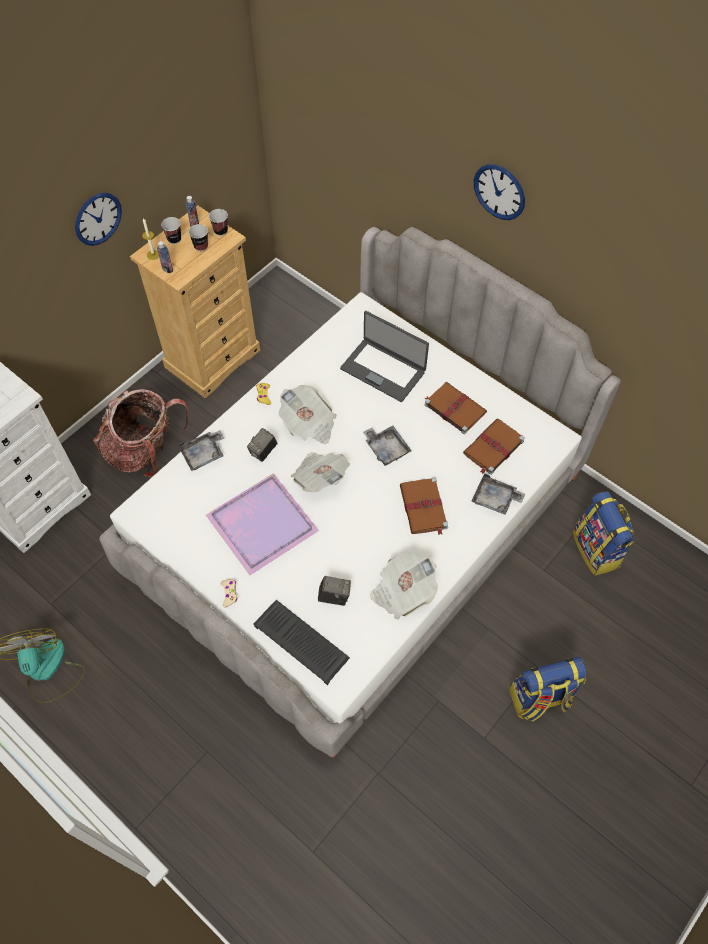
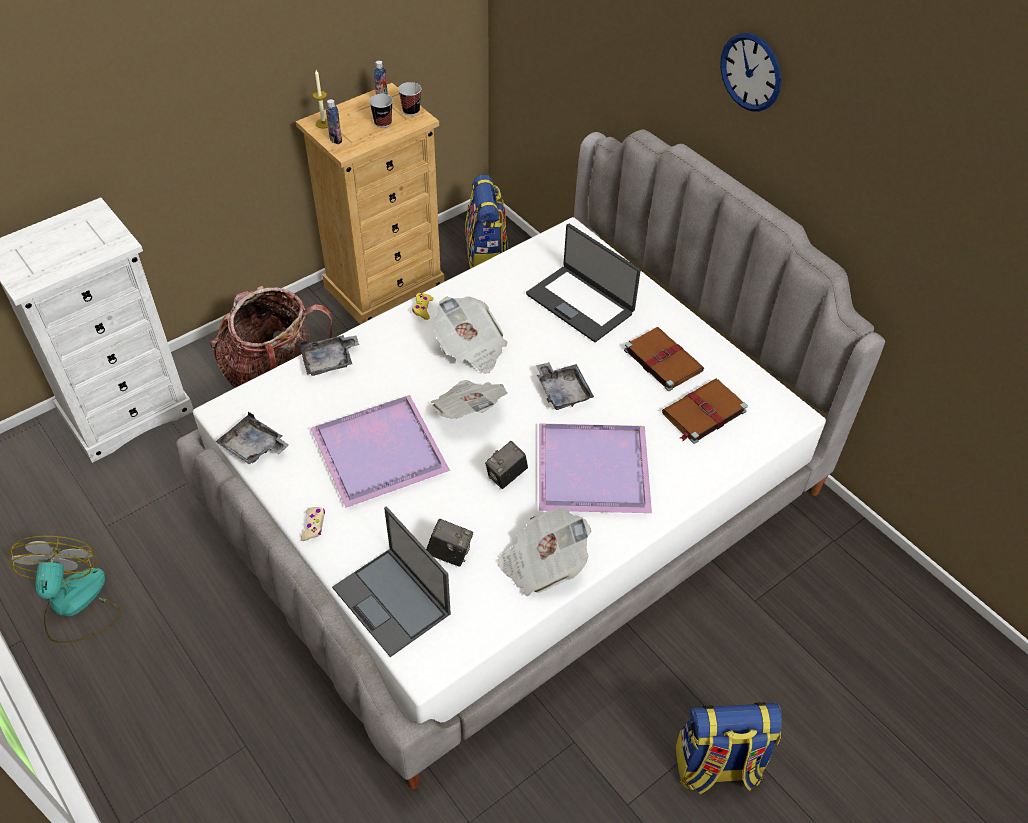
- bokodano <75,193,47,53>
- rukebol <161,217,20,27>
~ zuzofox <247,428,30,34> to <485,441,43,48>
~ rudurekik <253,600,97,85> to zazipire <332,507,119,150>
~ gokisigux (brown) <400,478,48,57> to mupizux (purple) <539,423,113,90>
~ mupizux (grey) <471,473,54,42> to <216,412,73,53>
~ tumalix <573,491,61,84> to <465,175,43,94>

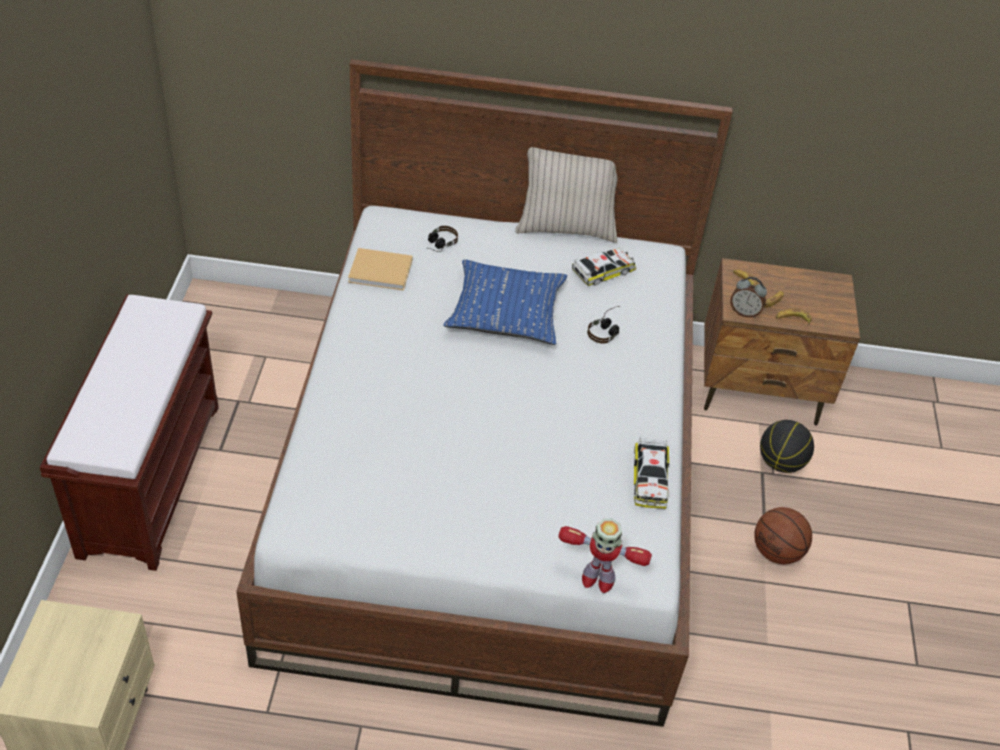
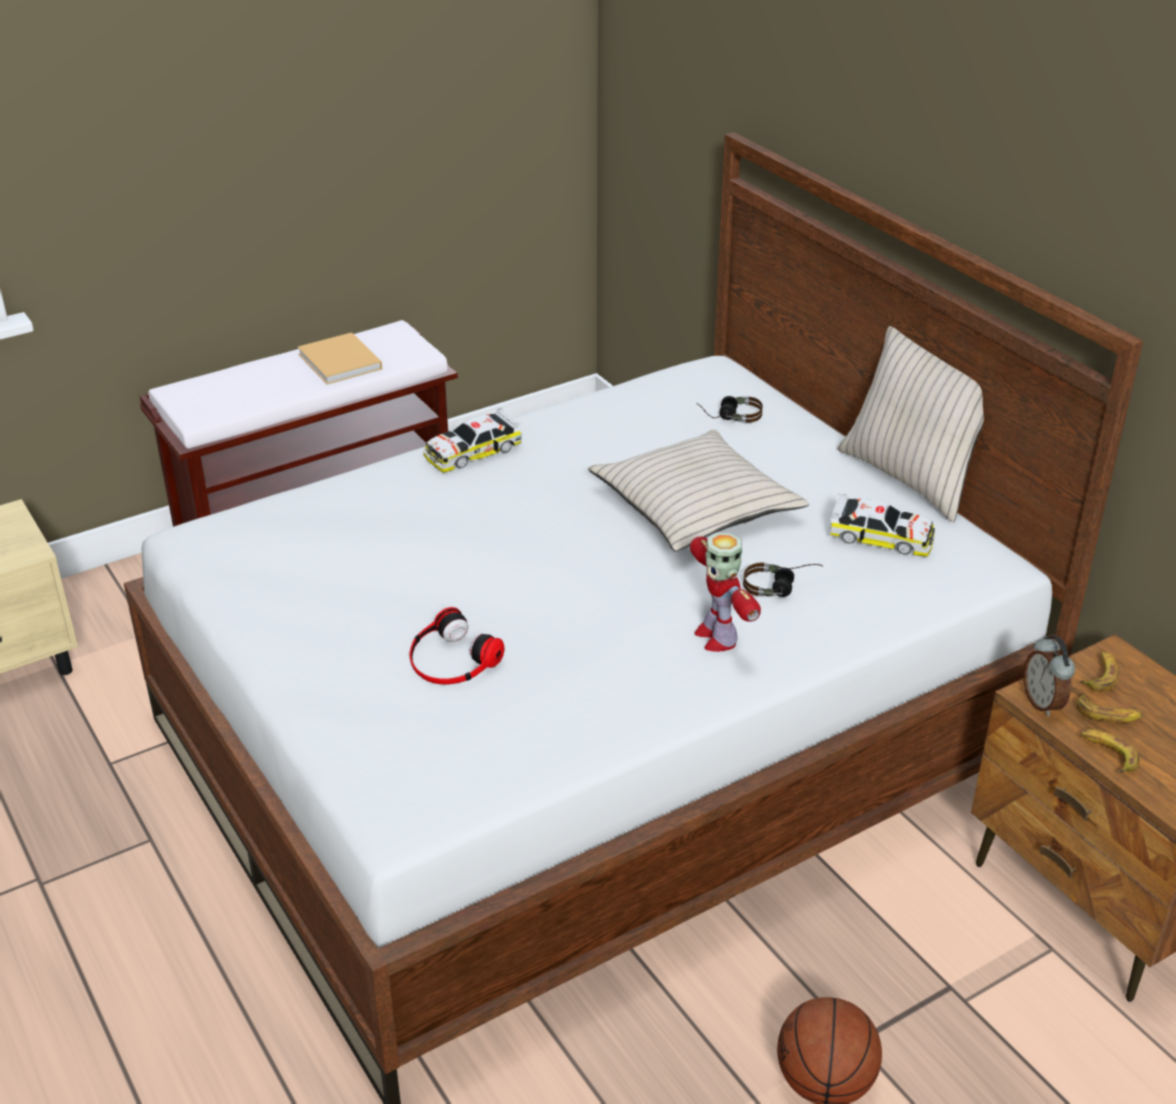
~ gokisigux (beige) <348,248,65,43> to <298,332,84,53>
~ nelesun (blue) <443,259,124,86> to nelesun (beige) <588,430,221,121>
~ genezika <558,519,94,74> to <690,533,71,119>
~ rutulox <634,438,35,71> to <423,408,98,65>
- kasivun <760,420,54,53>
+ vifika <410,607,95,77>

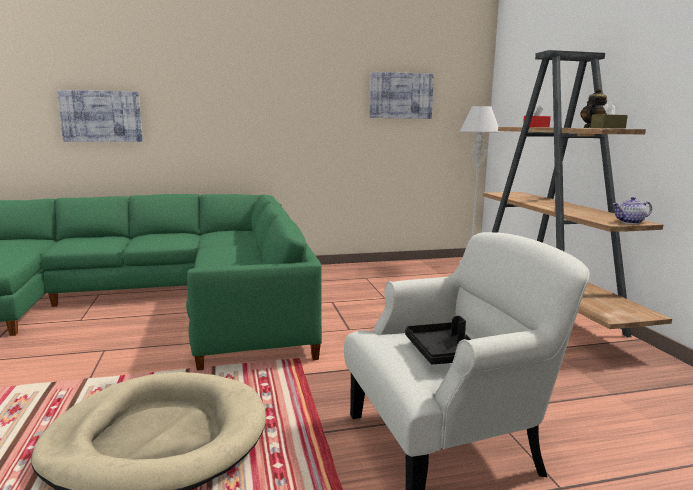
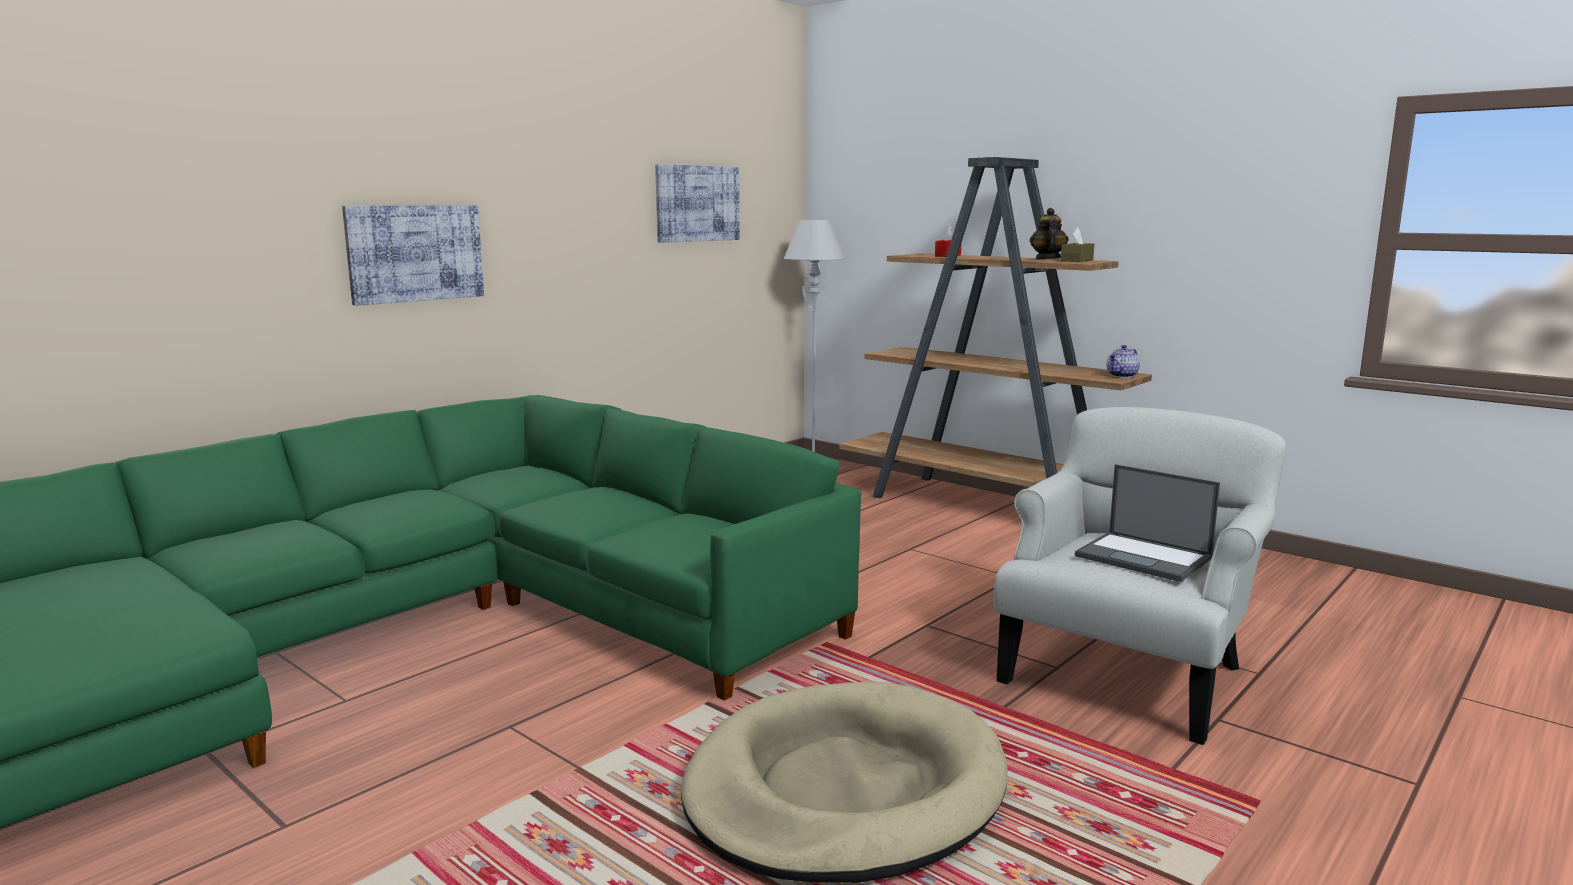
~ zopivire <57,90,86,52> to <342,205,142,101>
~ mupizux (black) <405,316,66,48> to zazipire <1075,464,145,118>

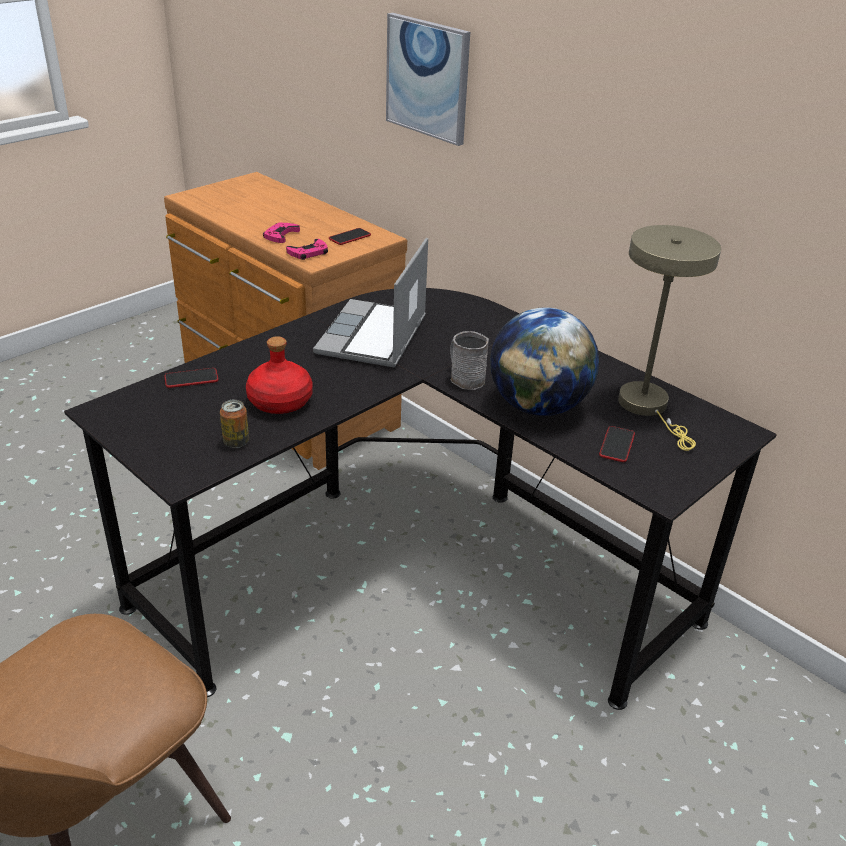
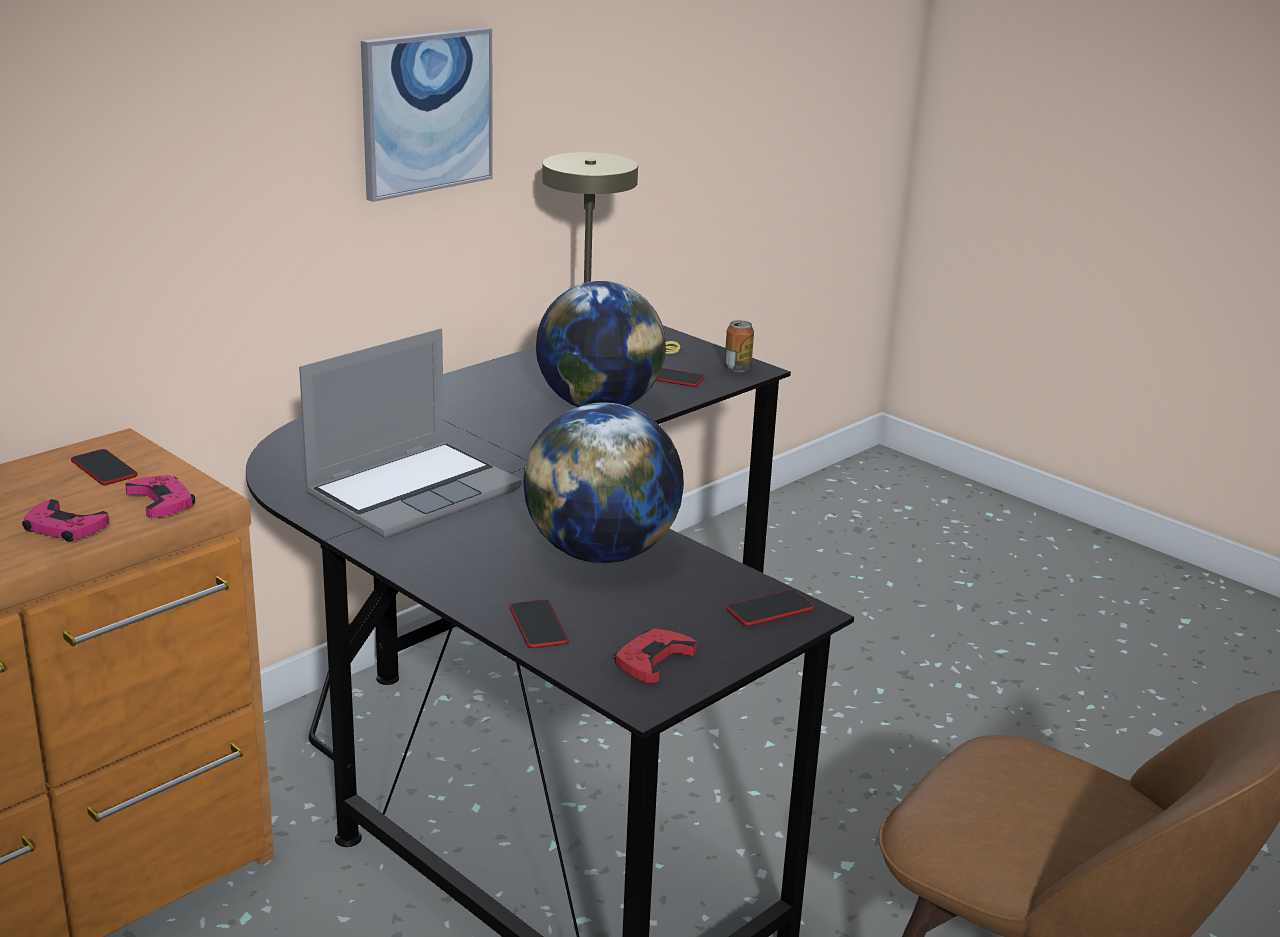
~ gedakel <220,400,29,48> to <724,320,30,52>
~ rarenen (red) <246,336,67,78> to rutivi <523,403,161,160>
~ zazipire <313,238,115,129> = <299,329,223,210> 60 degrees counterclockwise
~ zopivire <386,13,84,133> to <361,27,132,175>
- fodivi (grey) <450,331,39,59>
+ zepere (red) <614,629,82,54>
+ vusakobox <726,589,88,37>

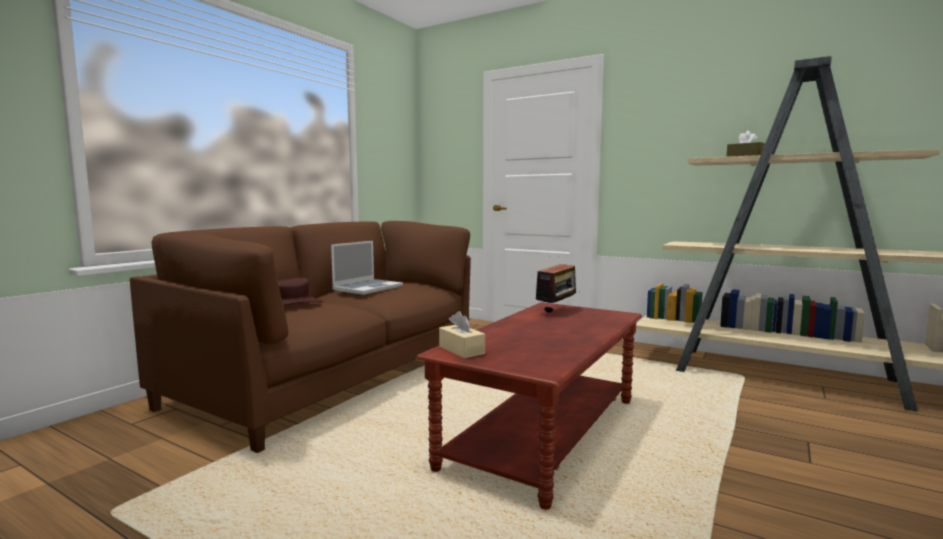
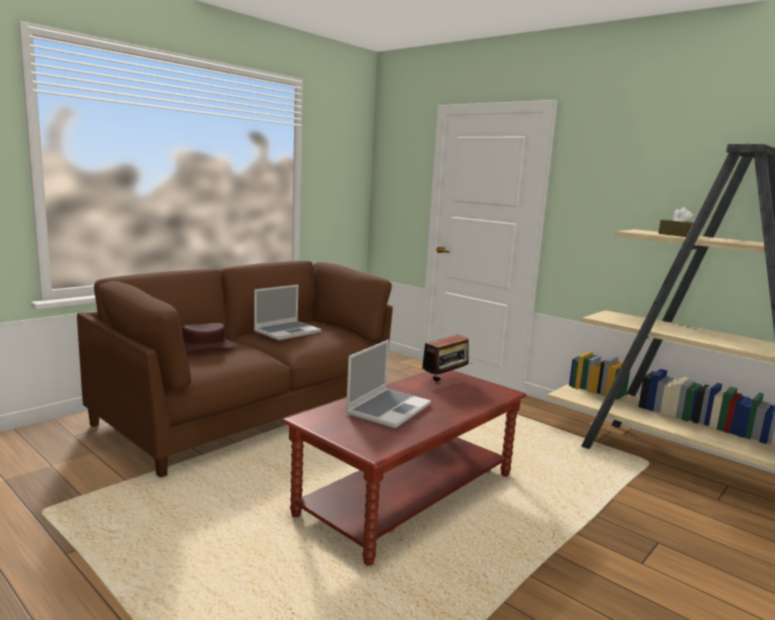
- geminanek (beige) <439,311,46,47>
+ zazipire <346,340,85,88>

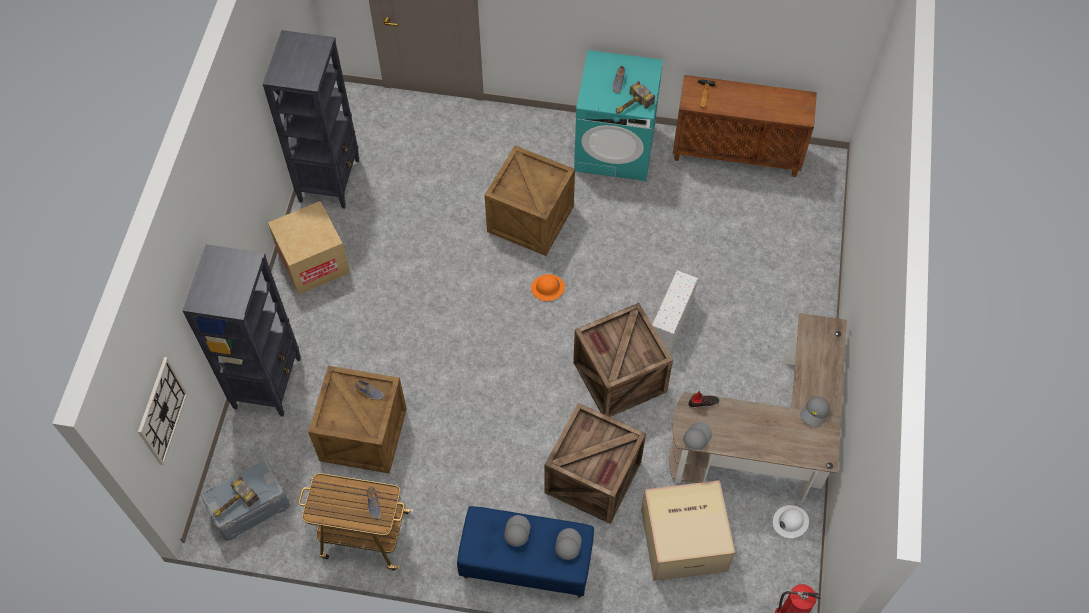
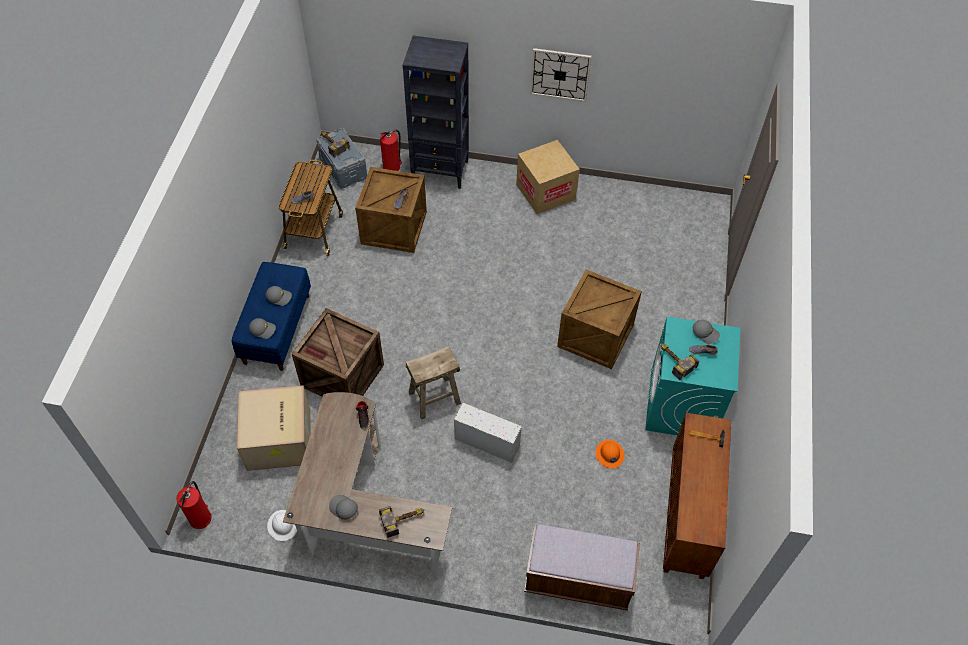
~ bokodano <138,357,50,108> to <530,48,62,54>
- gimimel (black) <263,30,97,179>
~ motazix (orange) <531,274,34,27> to <595,440,30,29>
~ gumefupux <573,303,100,114> to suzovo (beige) <406,346,55,73>
~ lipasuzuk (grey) <683,422,29,28> to <693,320,27,24>
+ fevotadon <379,130,23,41>
+ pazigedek <379,506,45,32>
+ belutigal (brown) <524,524,116,87>

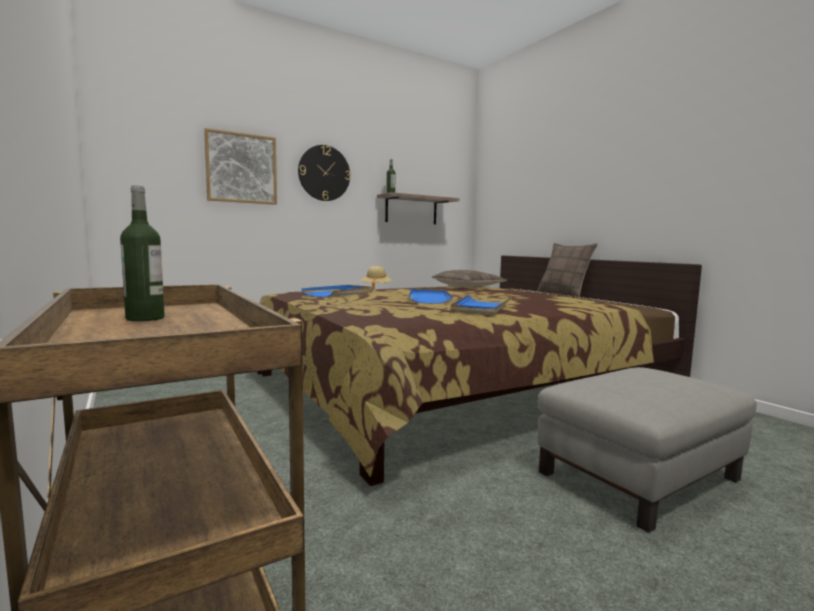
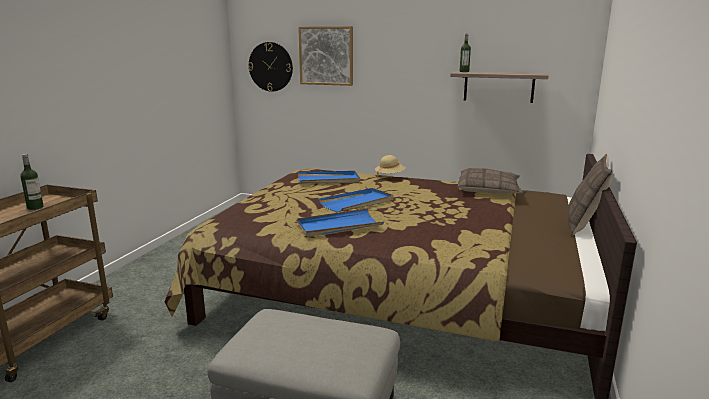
~ bokodano <298,145,53,56> to <248,42,45,50>

